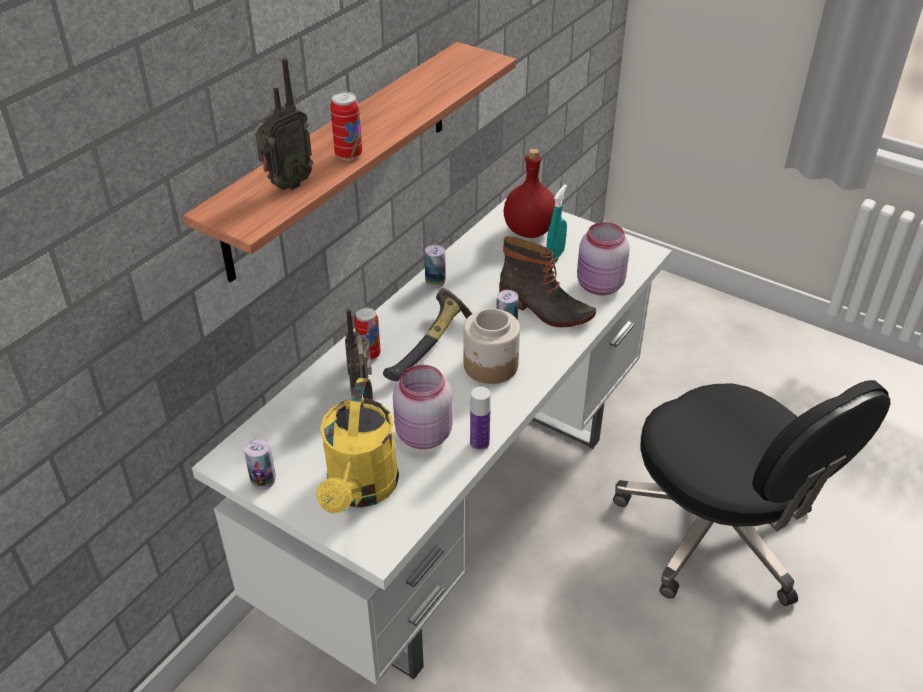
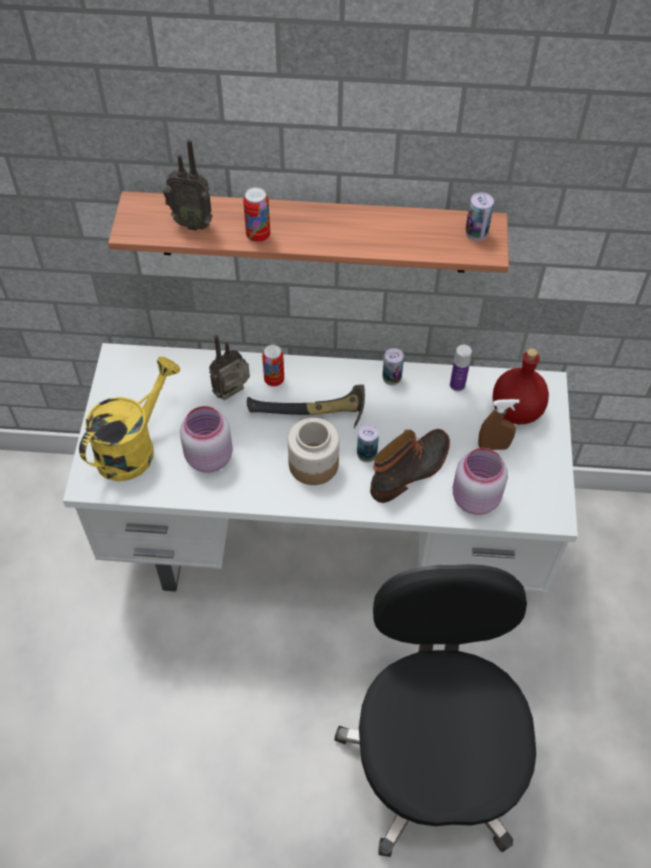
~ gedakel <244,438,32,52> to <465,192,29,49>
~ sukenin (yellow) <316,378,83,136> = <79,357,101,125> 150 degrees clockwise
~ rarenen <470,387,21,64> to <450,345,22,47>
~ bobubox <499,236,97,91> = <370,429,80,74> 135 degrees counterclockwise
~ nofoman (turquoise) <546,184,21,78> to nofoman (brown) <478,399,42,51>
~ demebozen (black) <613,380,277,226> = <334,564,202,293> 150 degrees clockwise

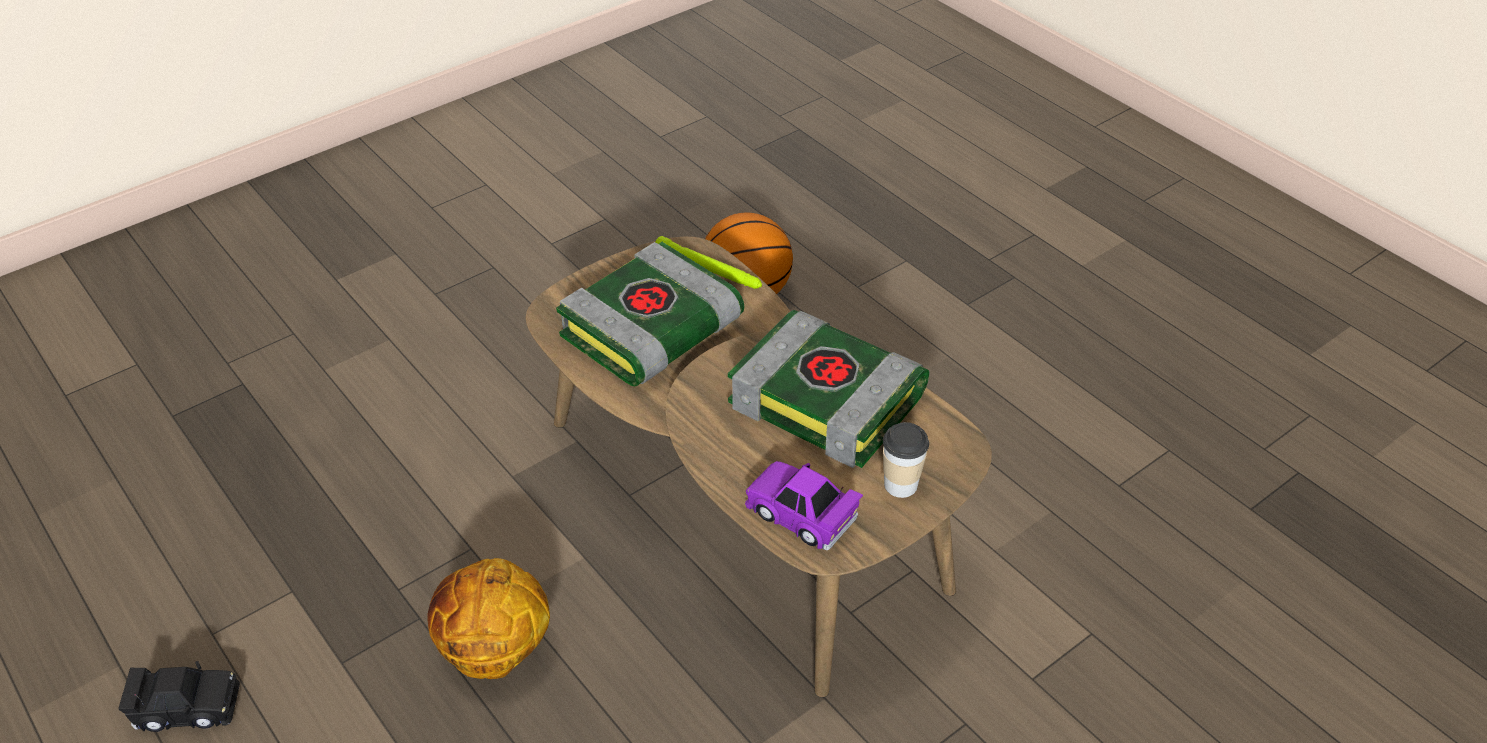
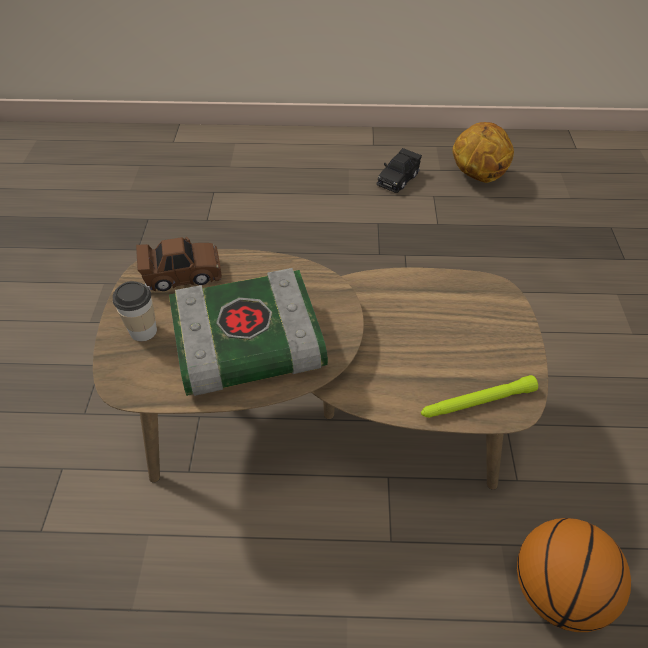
~ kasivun <428,558,122,121> to <453,122,61,61>
- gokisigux <556,242,188,144>
~ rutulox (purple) <745,461,118,89> to rutulox (brown) <136,237,86,54>

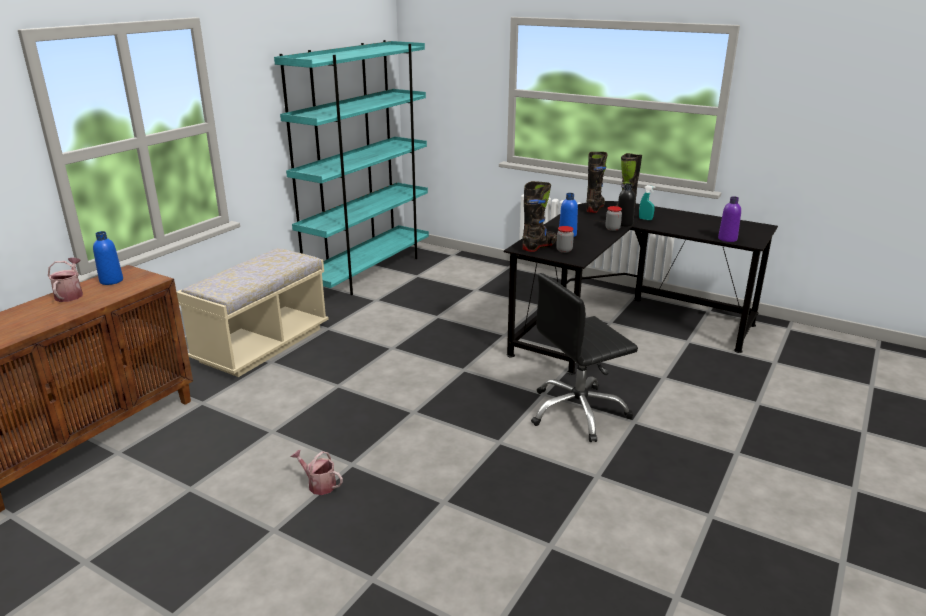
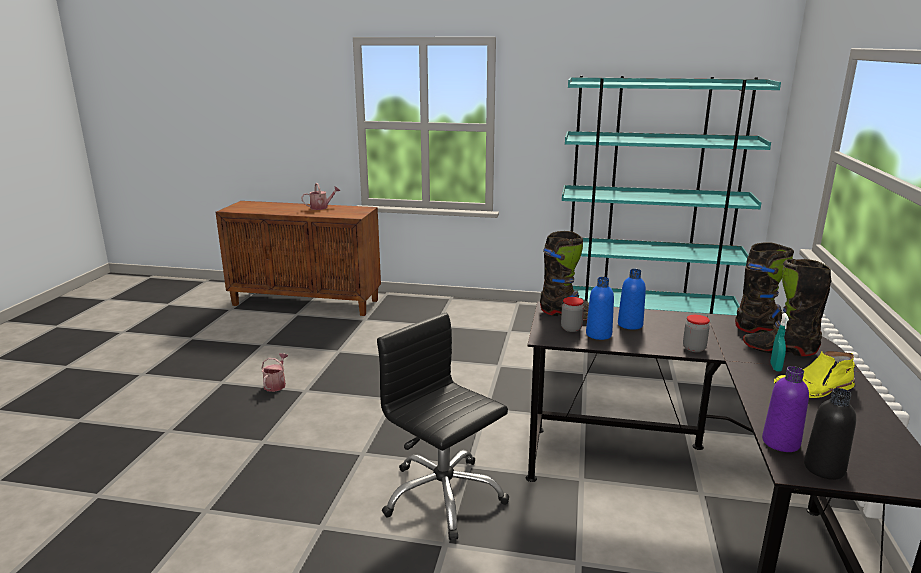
~ rarenen (blue) <93,231,30,54> to <586,277,28,63>
- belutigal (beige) <177,248,152,129>
~ rarenen (black) <618,183,17,43> to <804,388,52,92>
+ bobubox (yellow) <773,351,82,47>

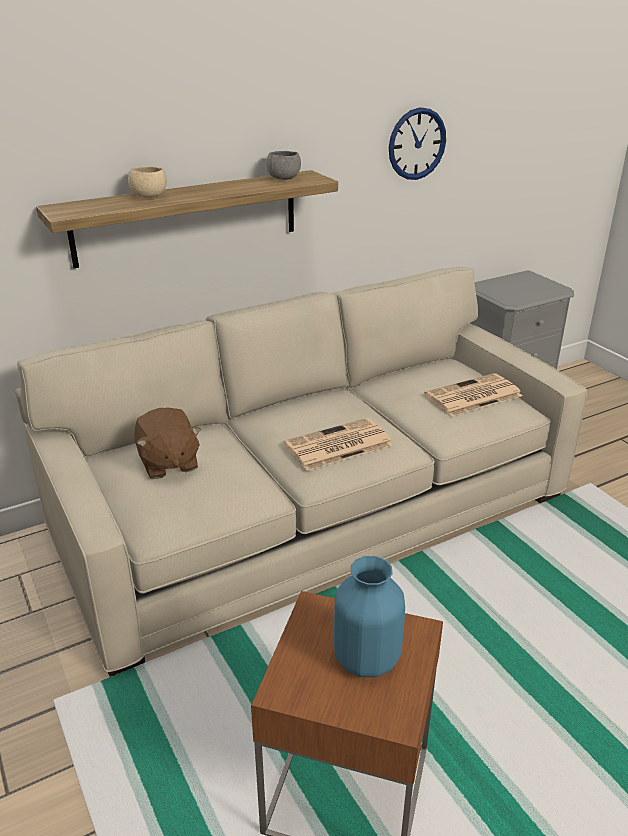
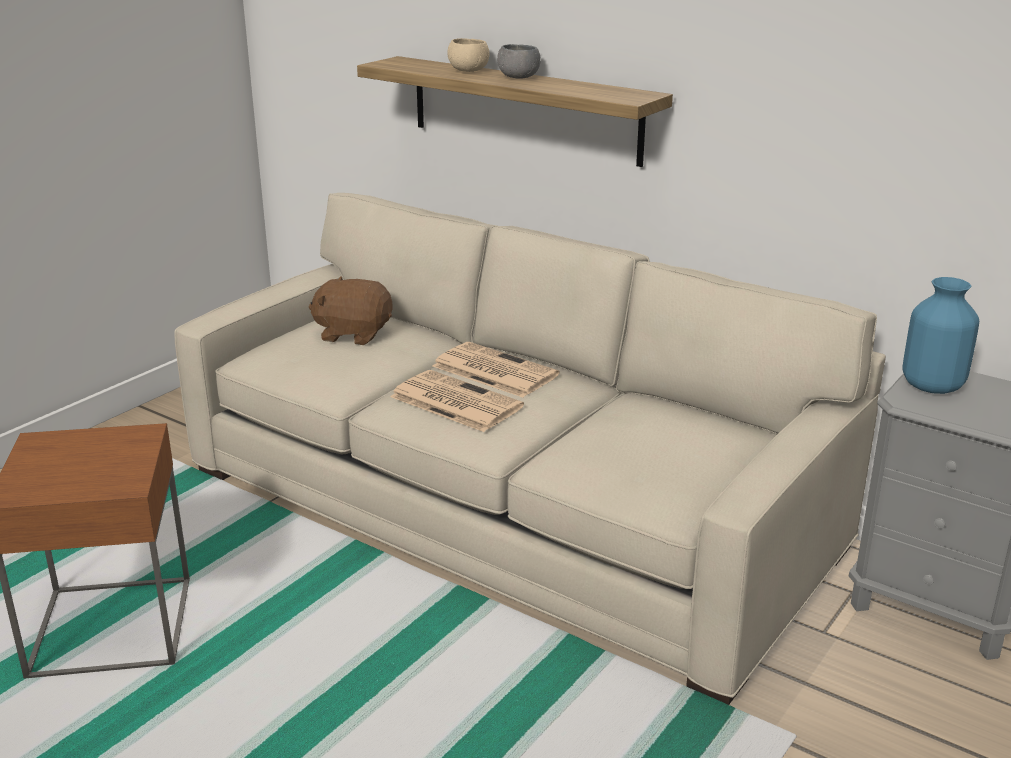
~ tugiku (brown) <134,408,67,71> = <309,276,84,69> 60 degrees clockwise
~ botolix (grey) <266,151,35,29> to <497,44,44,35>
~ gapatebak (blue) <334,556,71,121> to <902,277,77,117>
- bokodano <389,107,57,73>
~ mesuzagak <424,373,98,43> to <433,342,127,56>

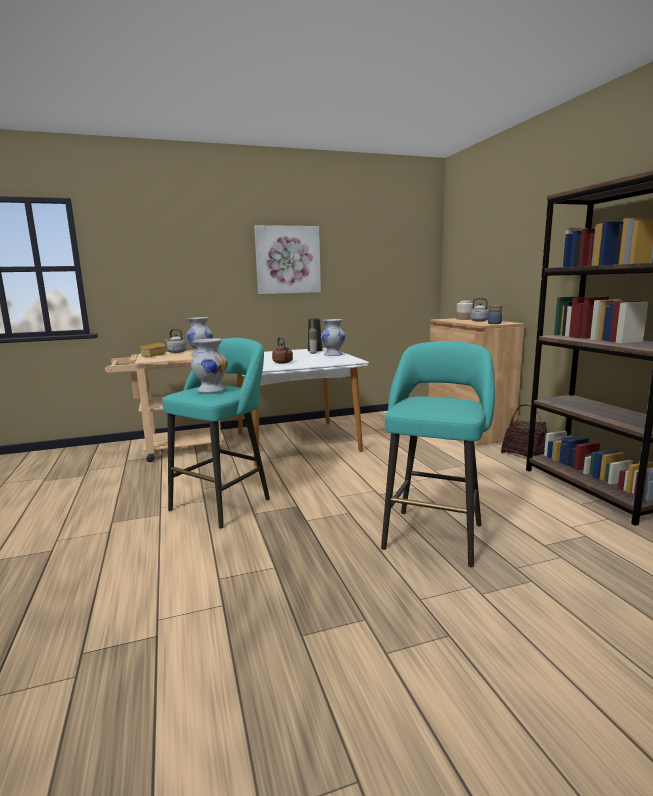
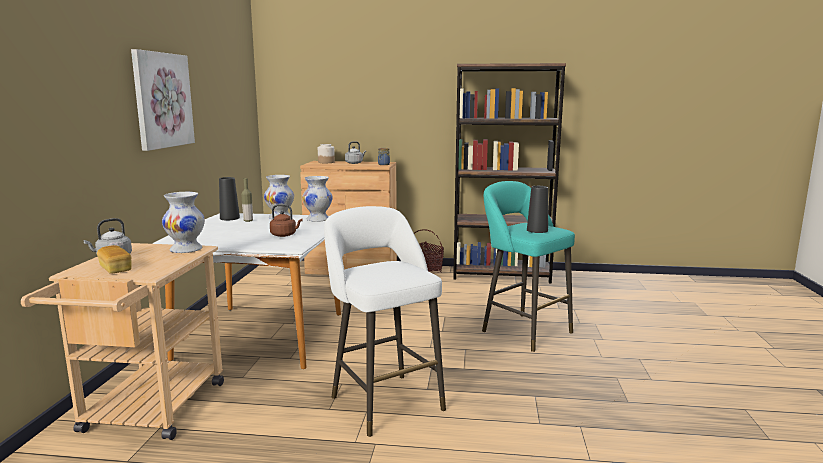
~ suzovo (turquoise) <162,338,108,190> to suzovo (white) <324,206,122,231>
~ gapatebak (white) <191,338,37,55> to <302,176,31,46>
+ gapatebak (black) <527,186,21,47>

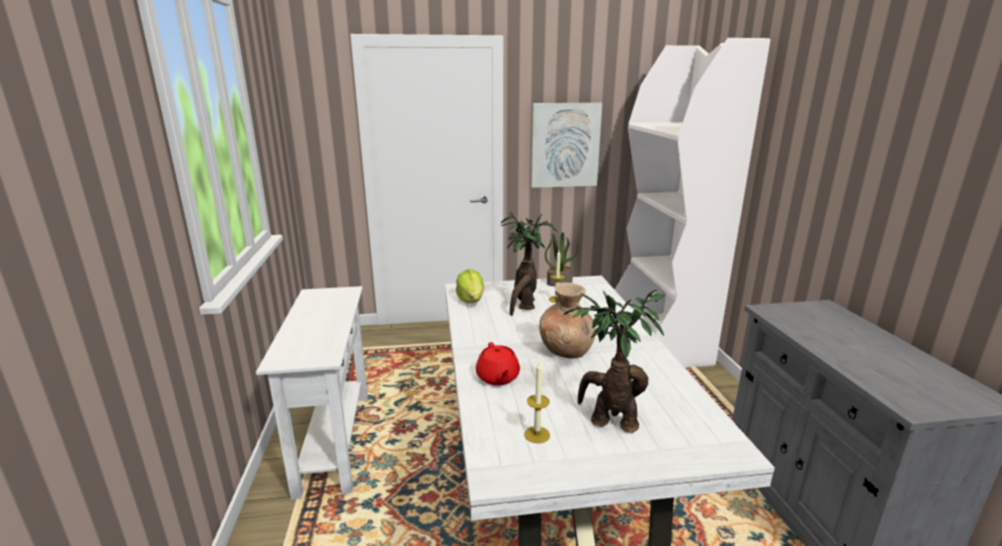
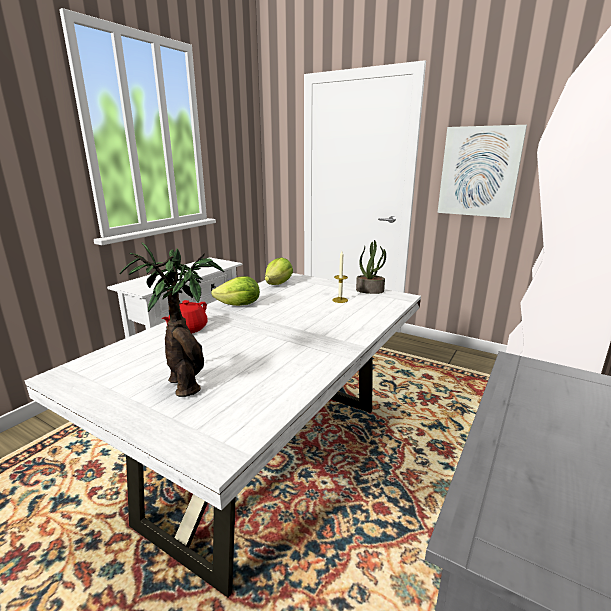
- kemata <501,211,56,105>
- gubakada <524,362,26,81>
- gapatebak (brown) <539,282,57,76>
+ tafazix <211,276,49,30>

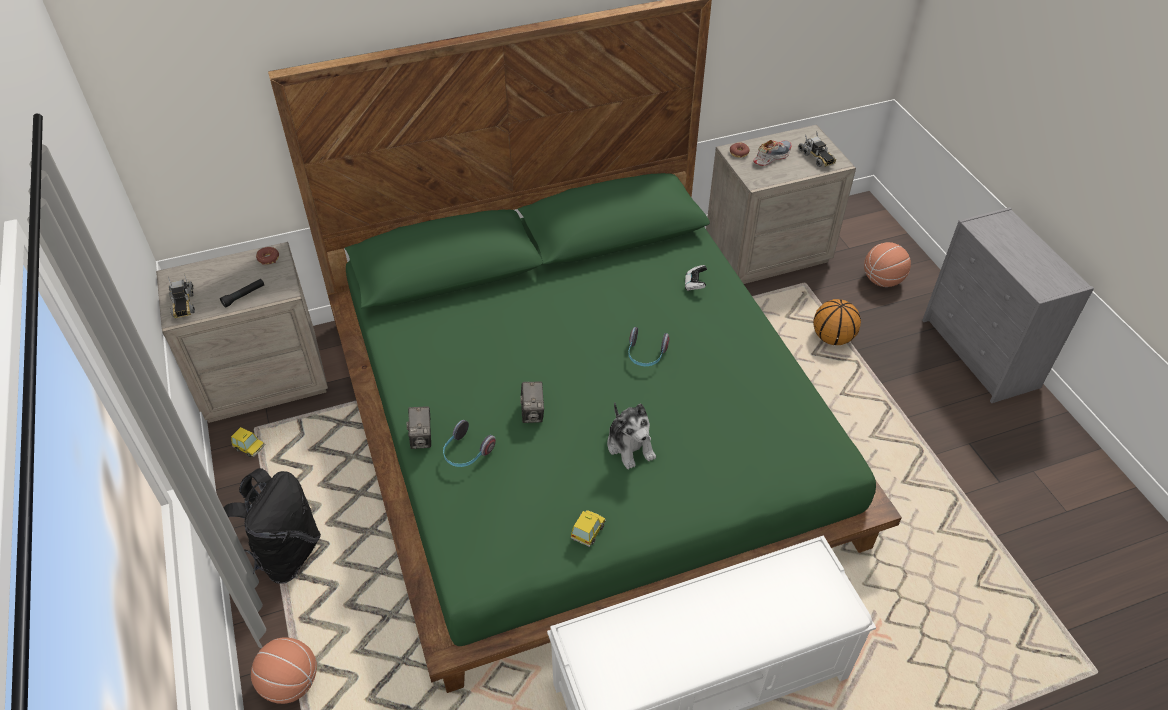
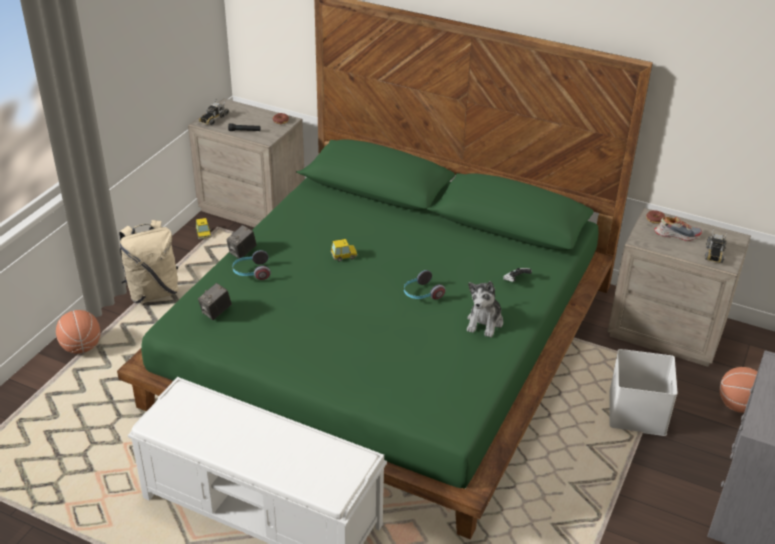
~ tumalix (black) <224,468,97,116> to tumalix (beige) <119,220,60,83>
~ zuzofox <520,382,24,41> to <198,283,34,37>
~ rutulox <570,510,36,37> to <331,239,26,23>
~ tugiku <607,402,49,67> to <467,281,36,57>
~ kasivun <813,299,48,46> to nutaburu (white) <610,349,68,87>

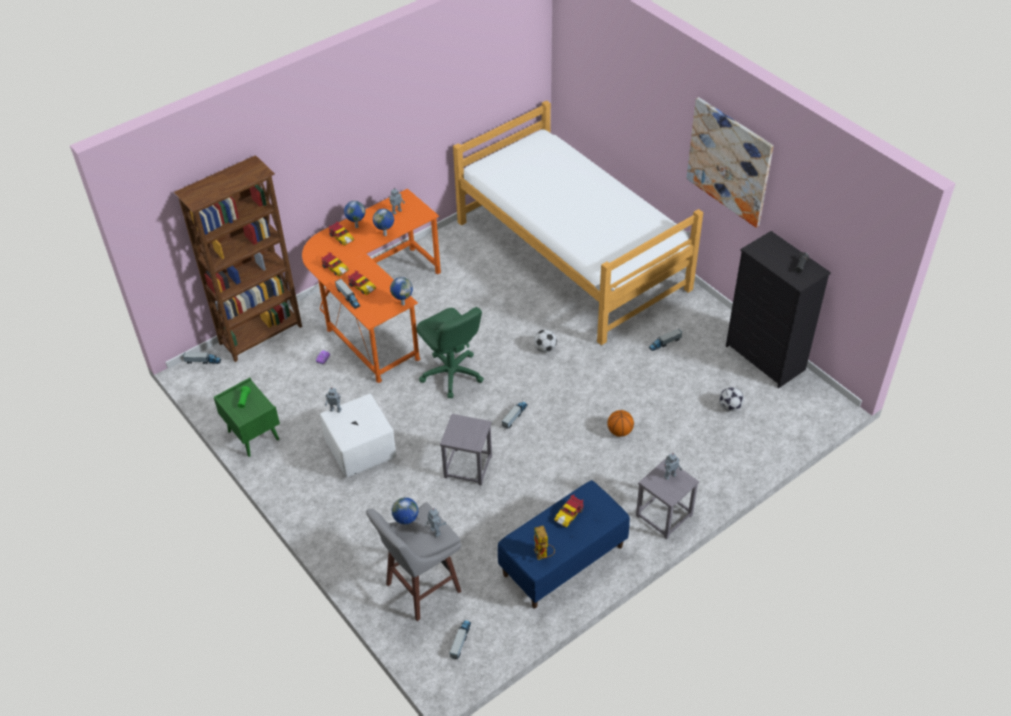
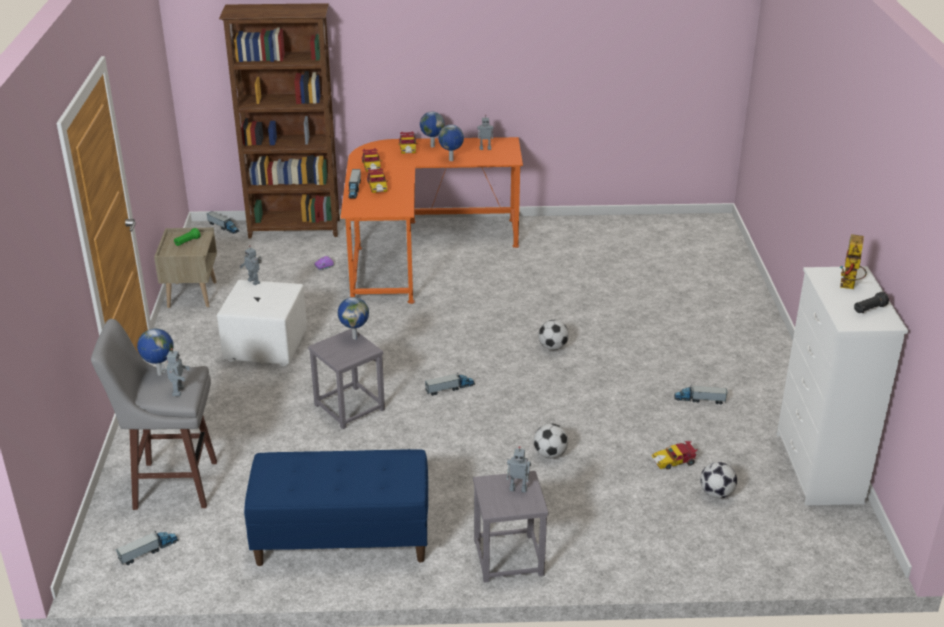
~ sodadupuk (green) <214,378,66,79> to sodadupuk (beige) <154,228,63,80>
~ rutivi <390,277,23,29> to <338,297,31,42>
- demebozen (green) <416,307,68,91>
- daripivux <453,100,250,245>
~ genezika <534,526,21,34> to <840,234,27,55>
~ rutulox <554,494,30,33> to <652,441,46,29>
~ kasivun <607,410,27,27> to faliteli <534,423,34,35>
- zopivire <687,97,87,131>
~ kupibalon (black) <726,231,105,157> to kupibalon (white) <776,266,132,239>

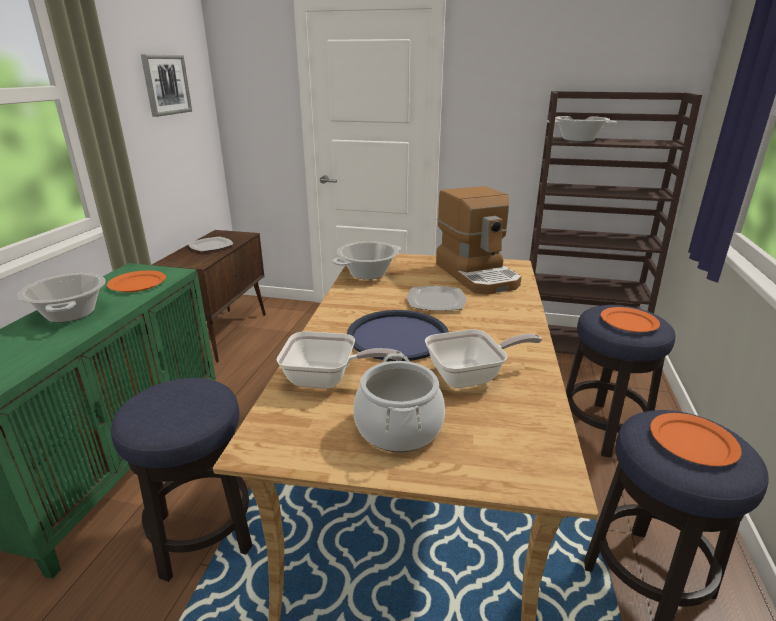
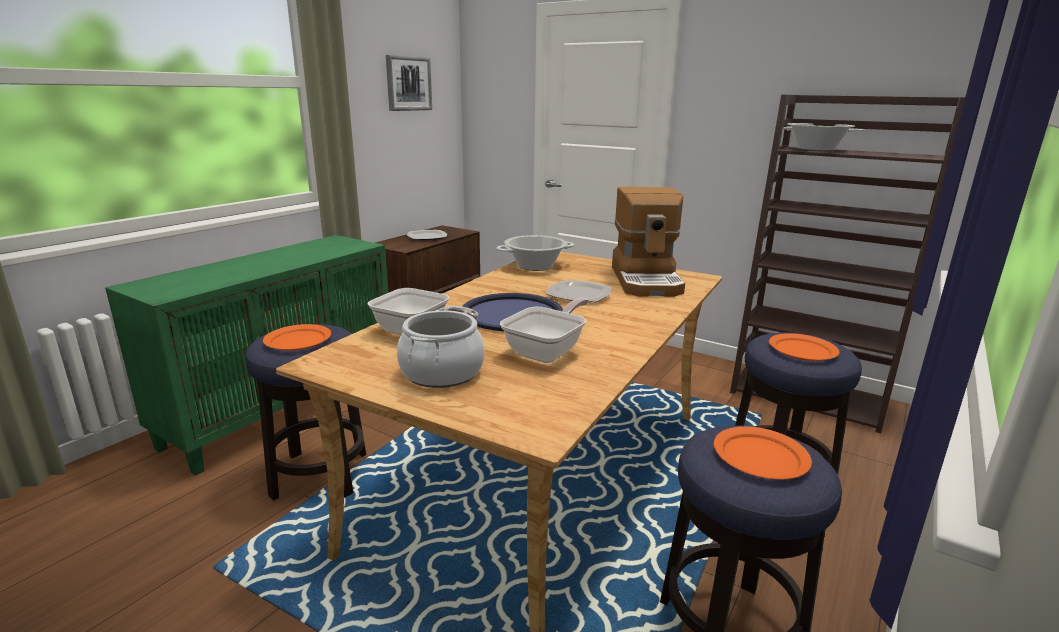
- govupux <18,273,88,49>
~ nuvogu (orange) <107,270,59,22> to <263,324,68,27>
~ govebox <425,329,117,59> = <500,298,89,65> 60 degrees counterclockwise

